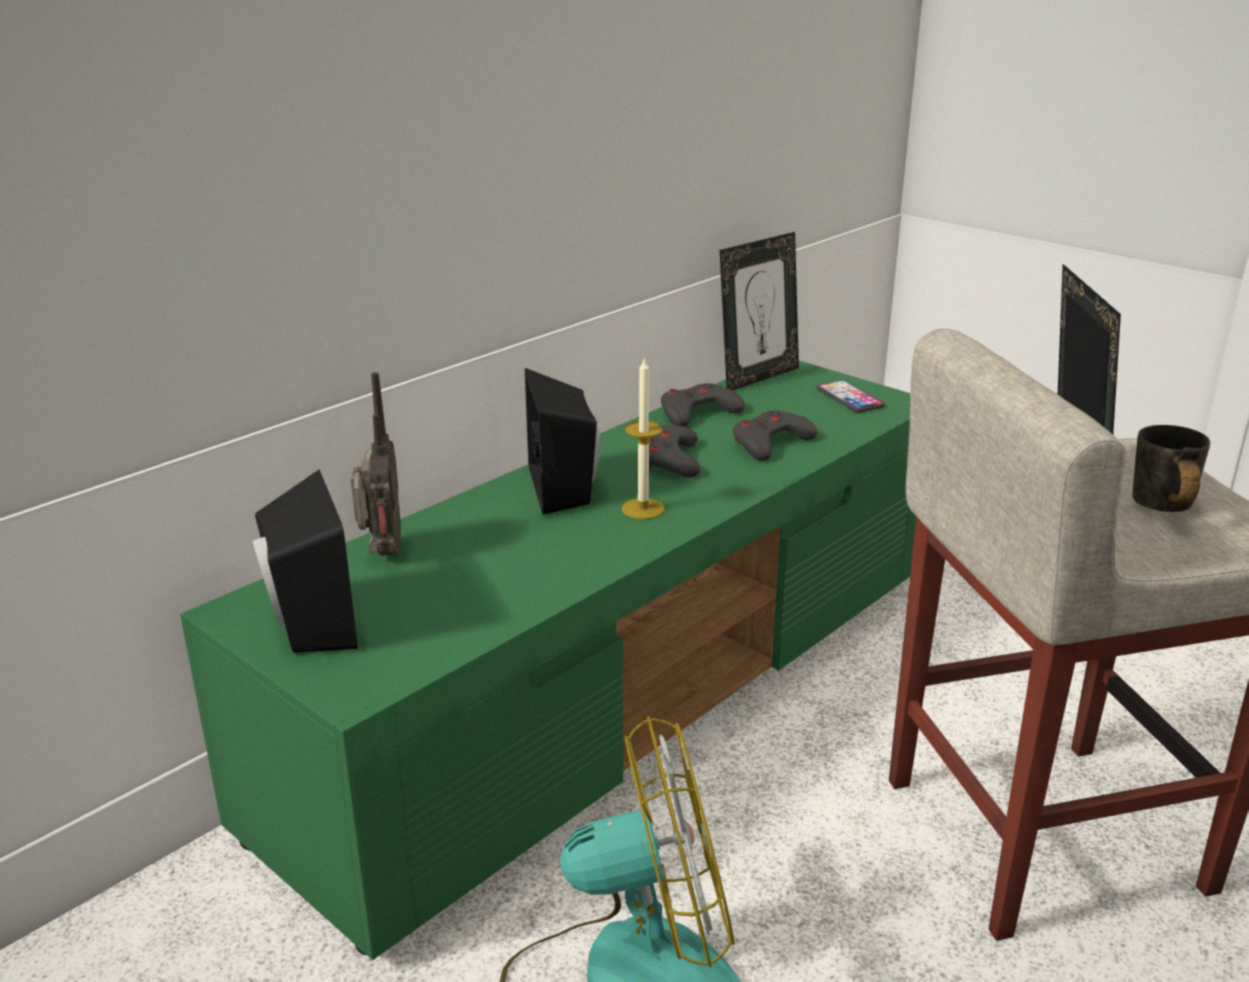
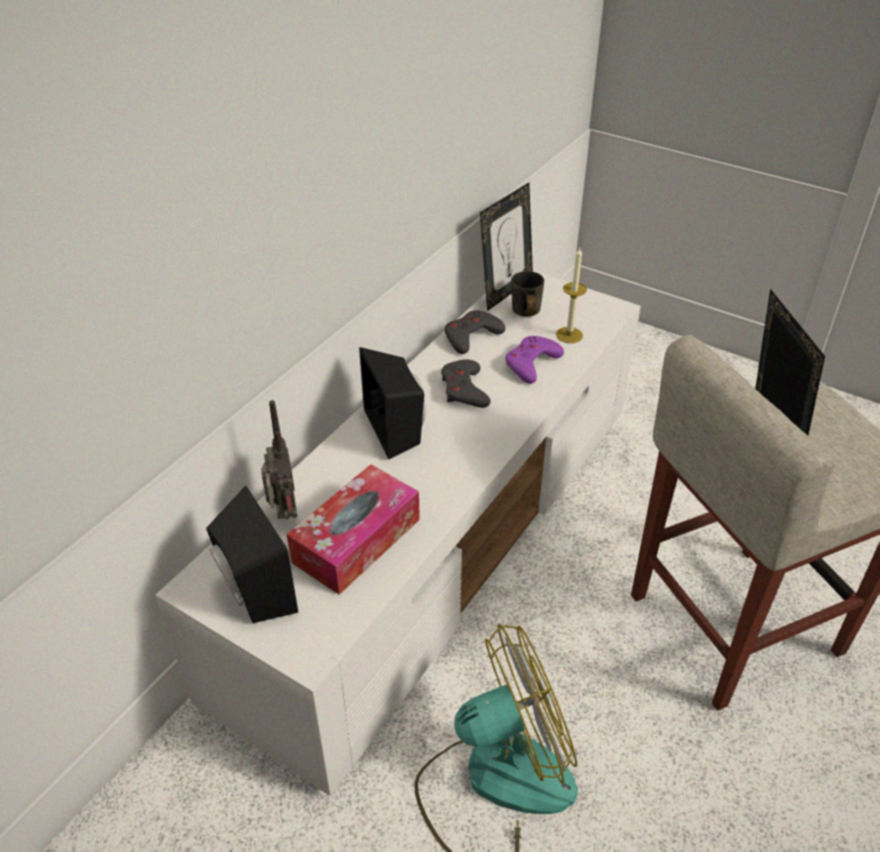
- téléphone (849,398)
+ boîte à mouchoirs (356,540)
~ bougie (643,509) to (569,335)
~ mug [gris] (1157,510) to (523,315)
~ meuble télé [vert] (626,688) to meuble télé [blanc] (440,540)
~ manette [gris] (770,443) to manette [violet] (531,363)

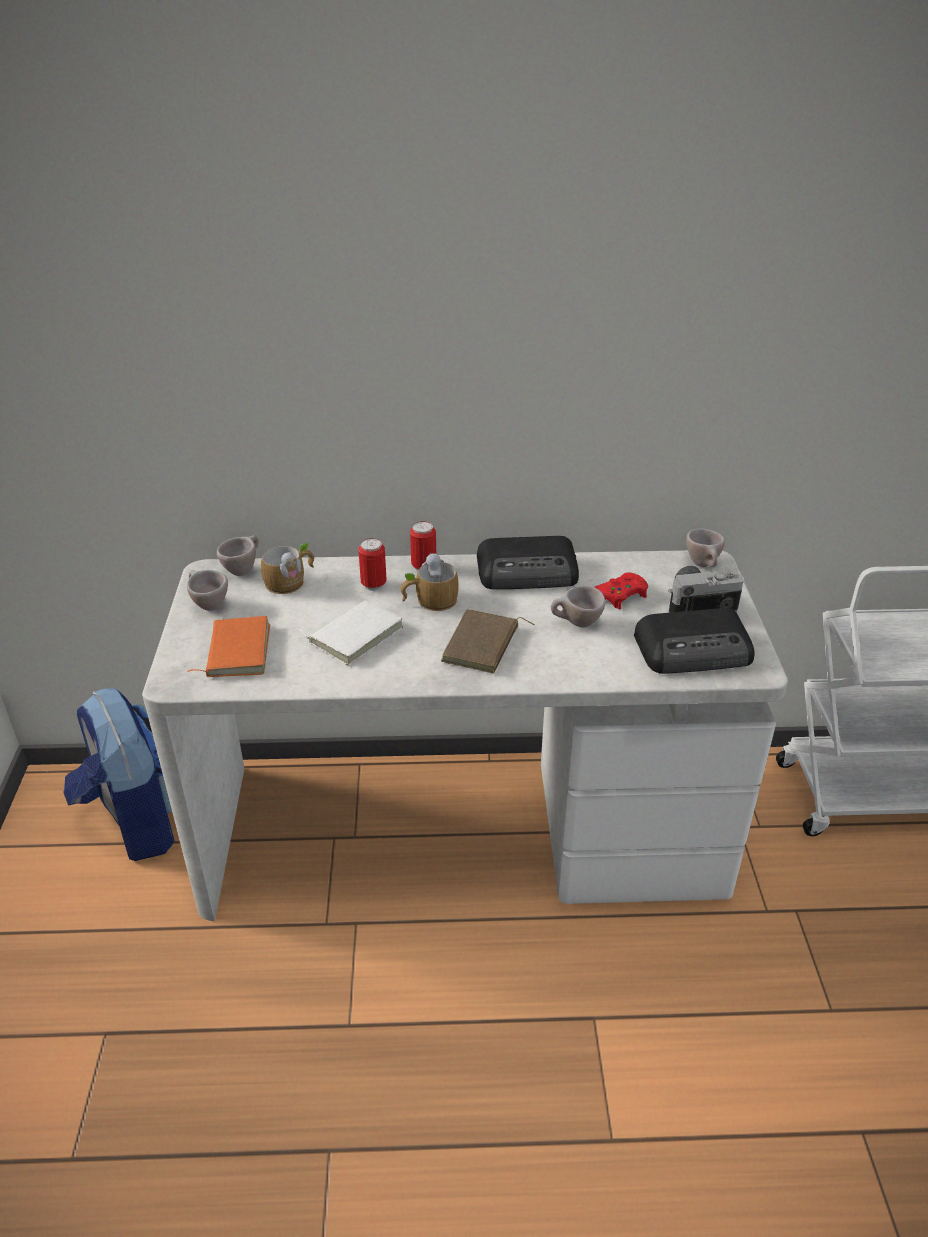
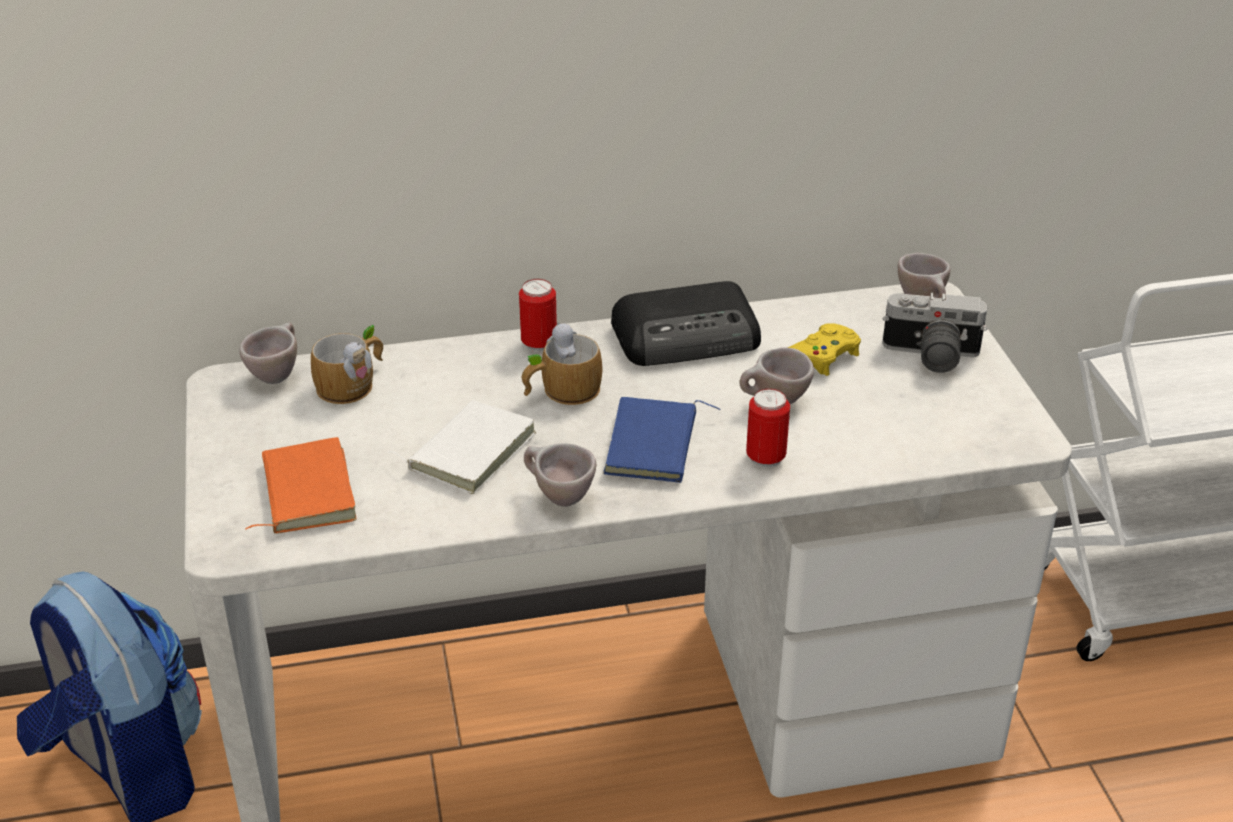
- radio (695,650)
~ tasse [beige] (207,604) to (557,497)
~ boîte métallique (373,585) to (765,458)
~ livre [marron] (483,646) to livre [bleu] (655,446)
~ manette [rouge] (619,595) to manette [jaune] (820,356)
~ appareil photo (698,603) = (930,357) 150 degrees counterclockwise

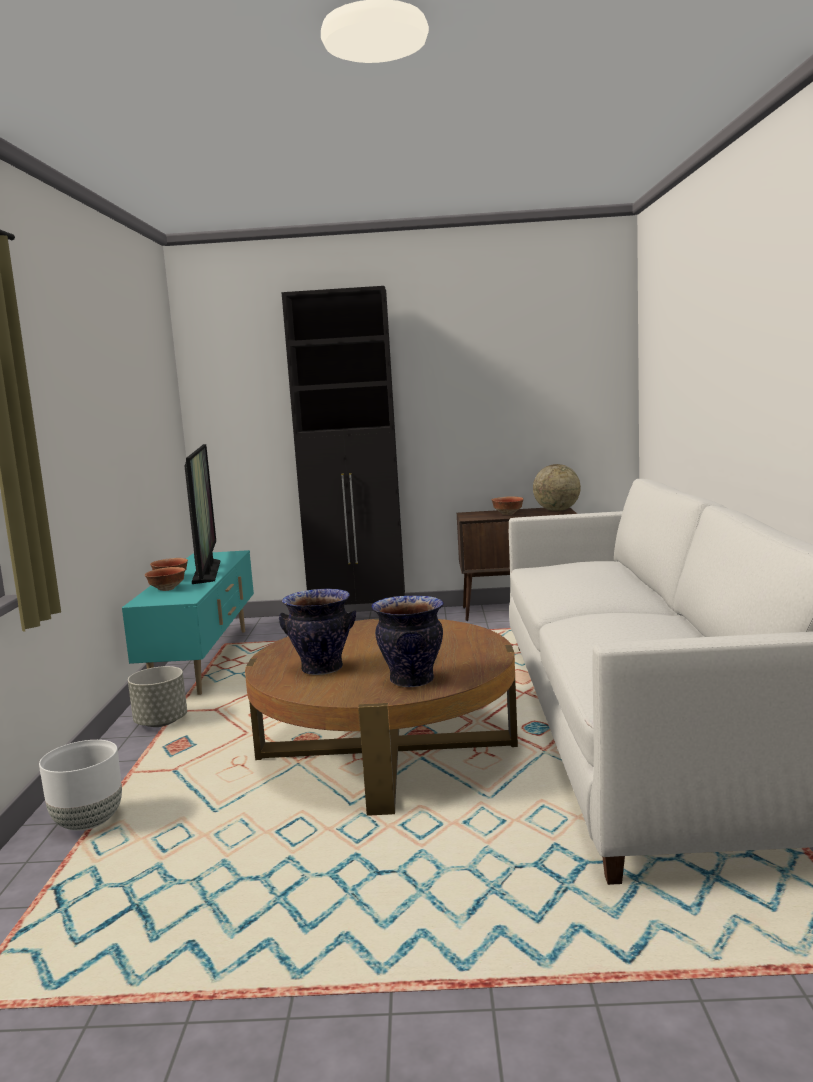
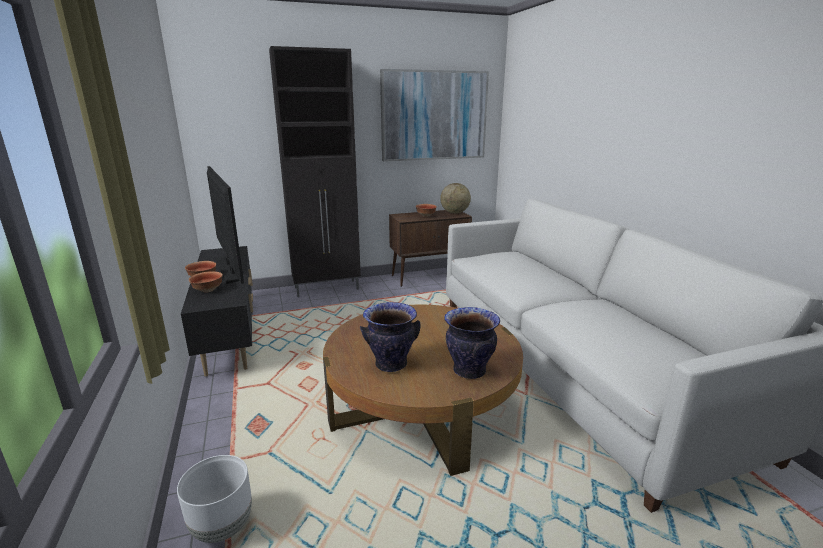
- cache-pot [gris] (160,722)
+ tableau (434,116)
~ meuble télé [turquoise] (204,661) to meuble télé [noir] (230,335)

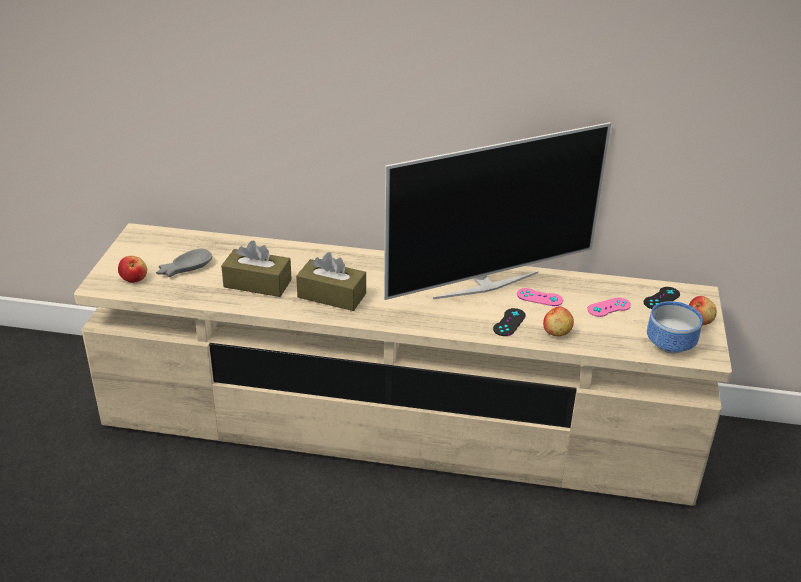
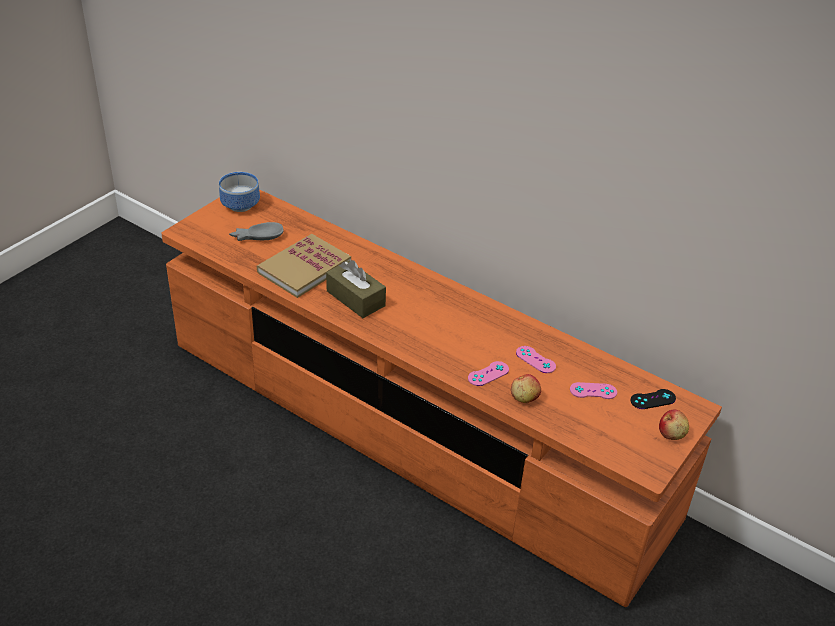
- pomme (134,278)
- téléviseur (485,284)
~ bol (668,345) to (238,205)
~ boîte à mouchoirs [marron] (257,283) to livre (304,268)
~ meuble télé [beige] (397,422) to meuble télé [orange] (411,429)
~ manette [noir] (509,322) to manette [rose] (488,374)

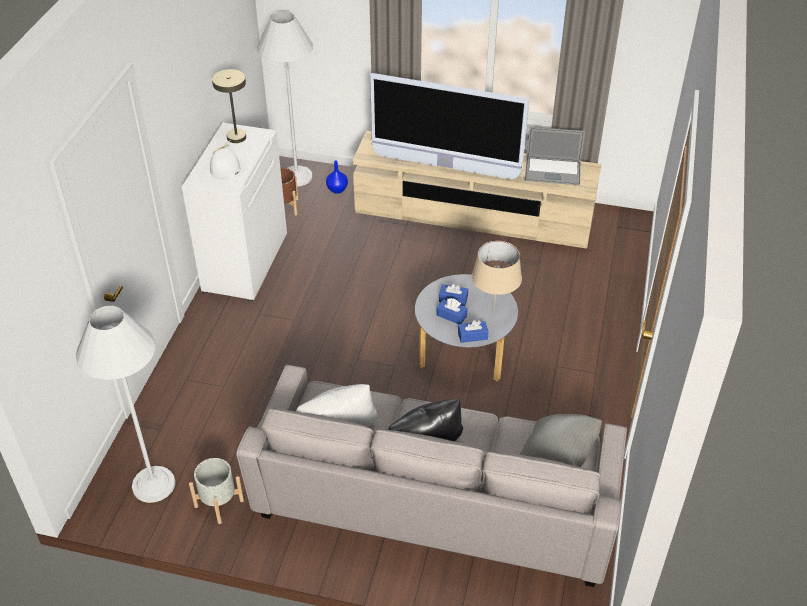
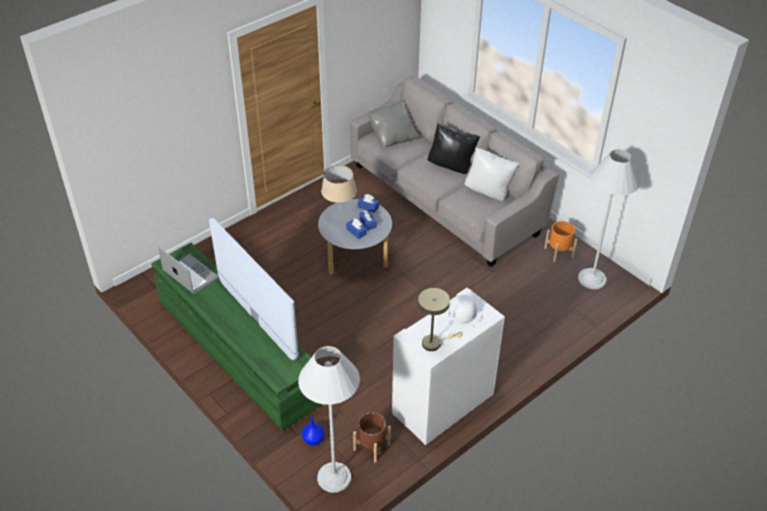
~ cache-pot [gris] (219,503) to cache-pot [orange] (558,252)
~ meuble télé [beige] (473,215) to meuble télé [vert] (237,352)

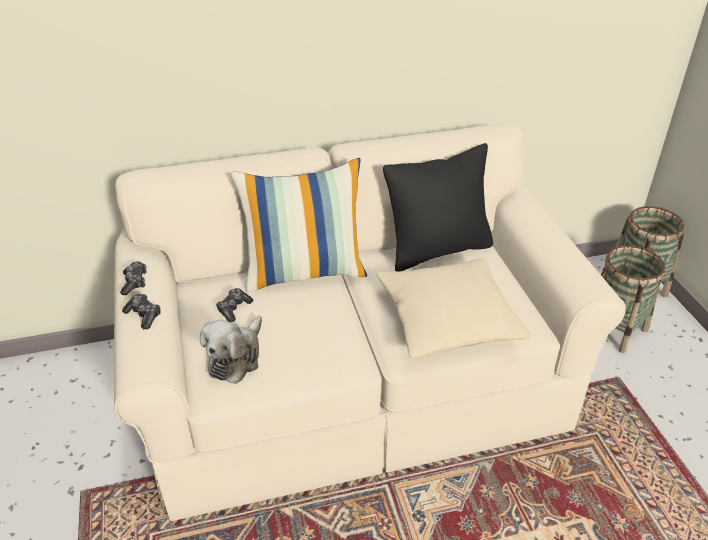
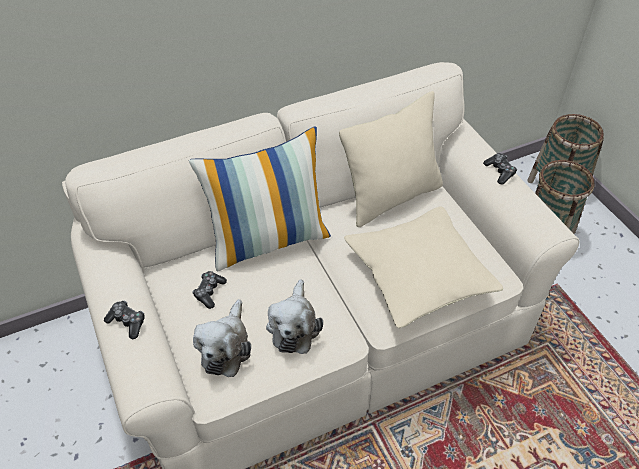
+ peluche (294,326)
~ manette (135,282) to (500,172)
~ coussin [noir] (437,250) to coussin [beige] (391,197)

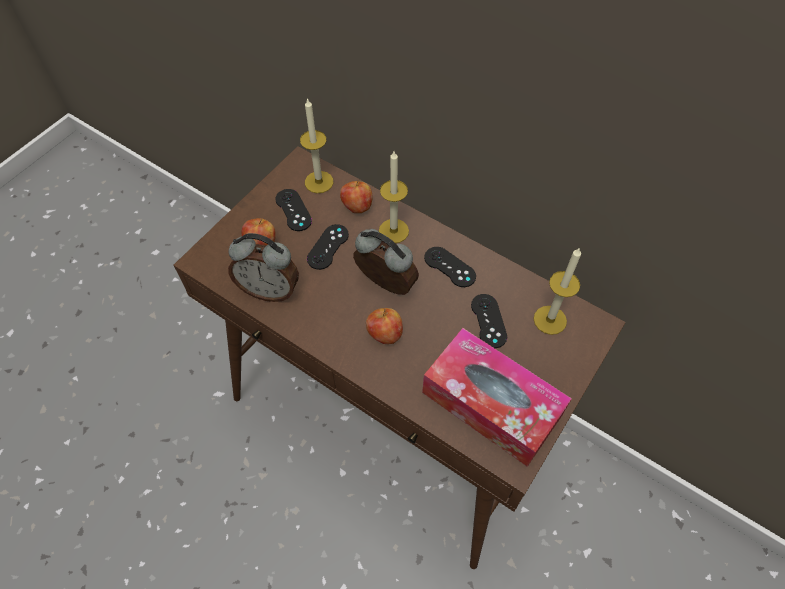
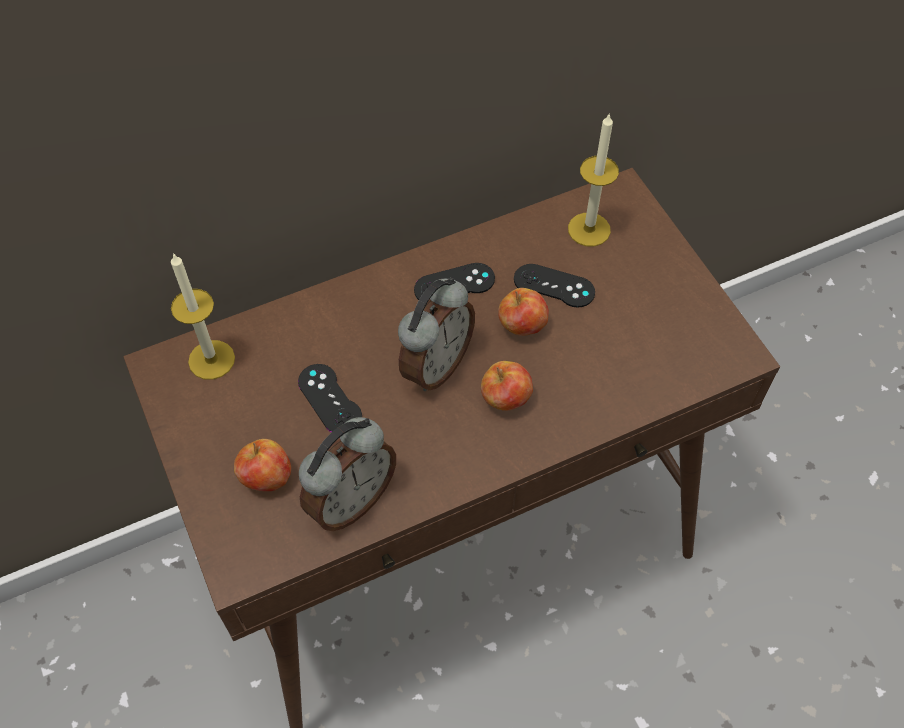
- manette [noir] (293,210)
- bougie (393,231)
- boîte à mouchoirs (491,404)
~ pomme (357,207) to (522,326)
~ réveil (384,286) = (435,365) 150 degrees clockwise

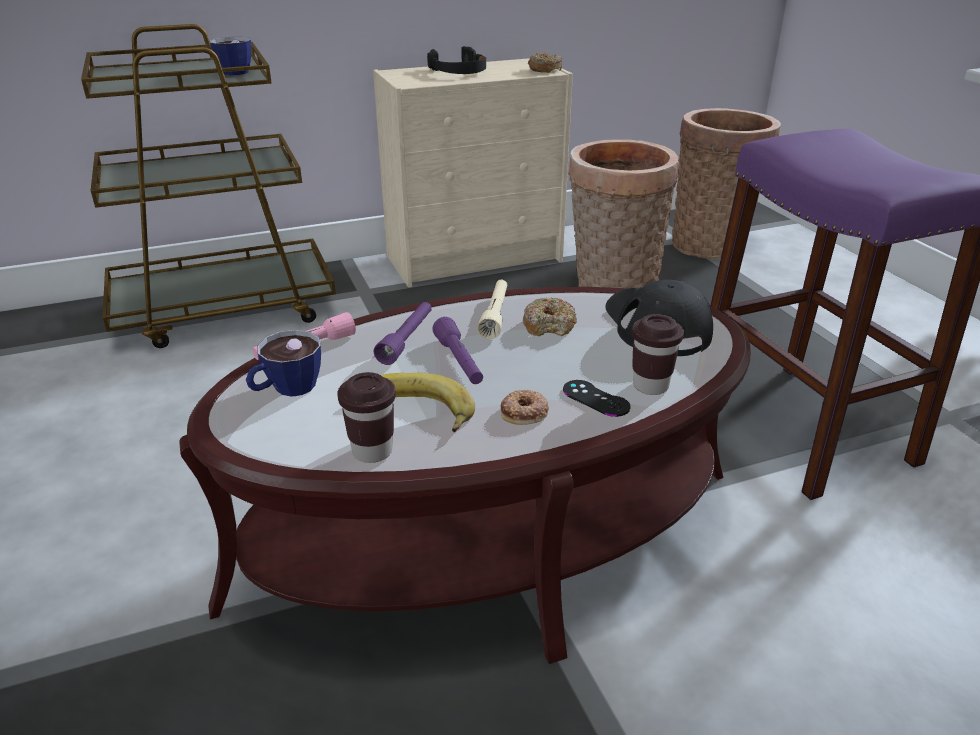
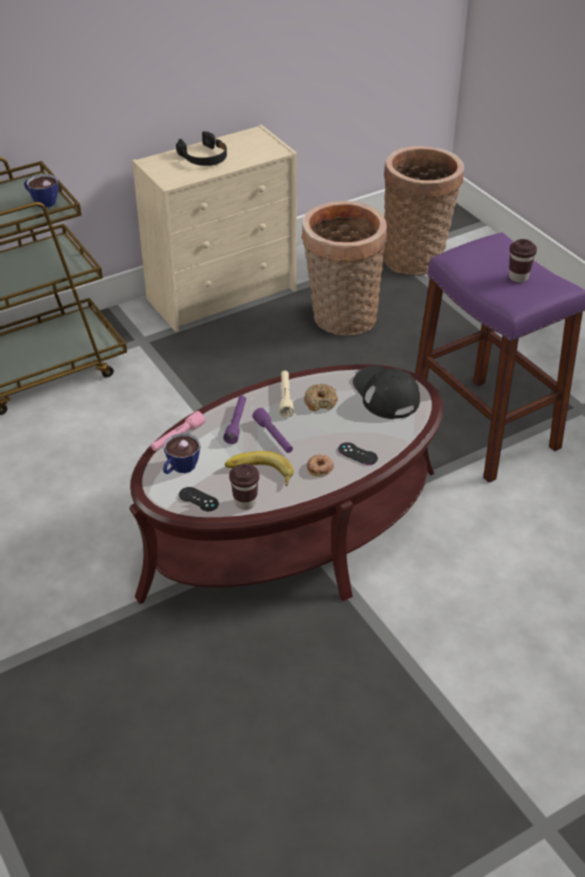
- beignet (544,69)
+ manette [noir] (198,499)
~ tasse [marron] (650,386) to (518,277)

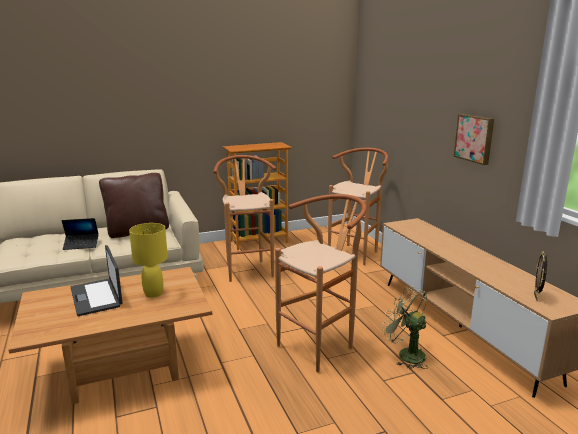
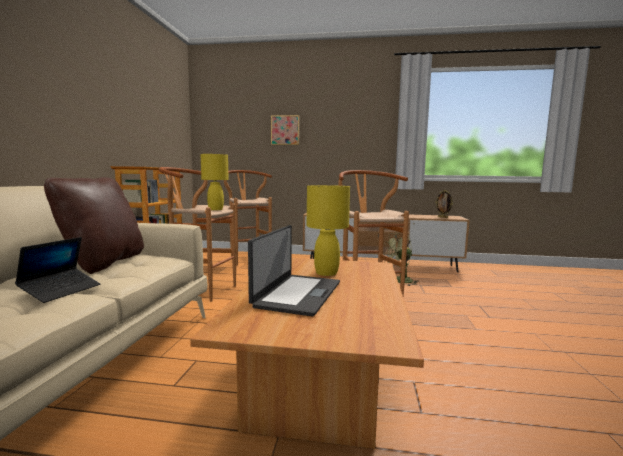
+ lampe de table [jaune] (215,209)
~ tableau (475,138) to (285,130)
~ ordinateur portable (97,297) = (297,294) 75 degrees counterclockwise

